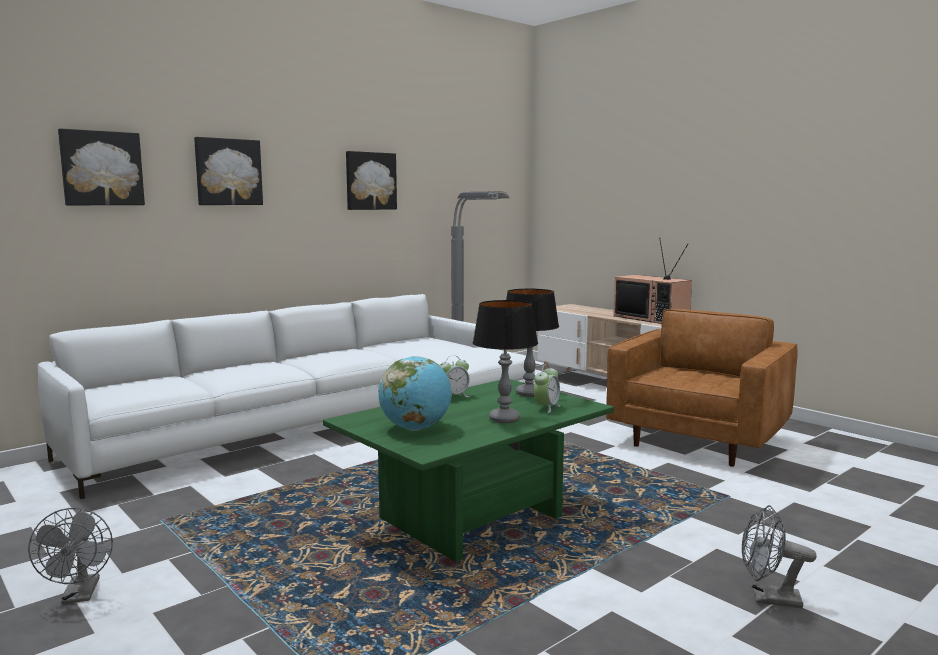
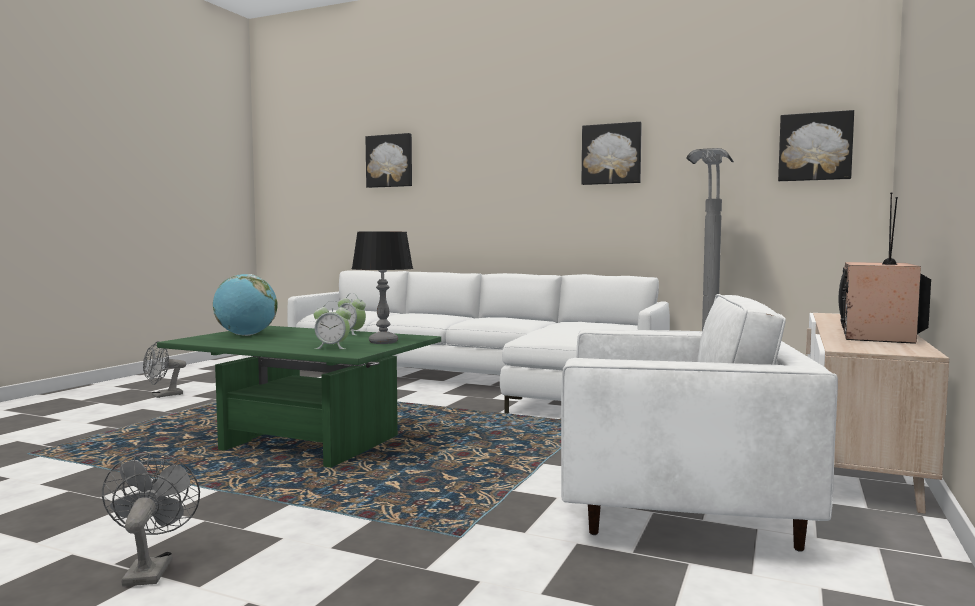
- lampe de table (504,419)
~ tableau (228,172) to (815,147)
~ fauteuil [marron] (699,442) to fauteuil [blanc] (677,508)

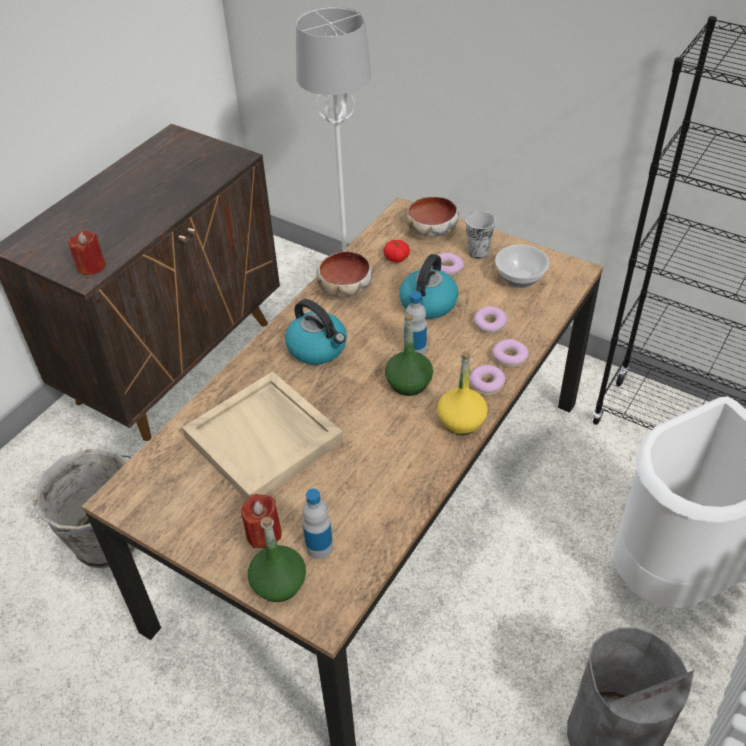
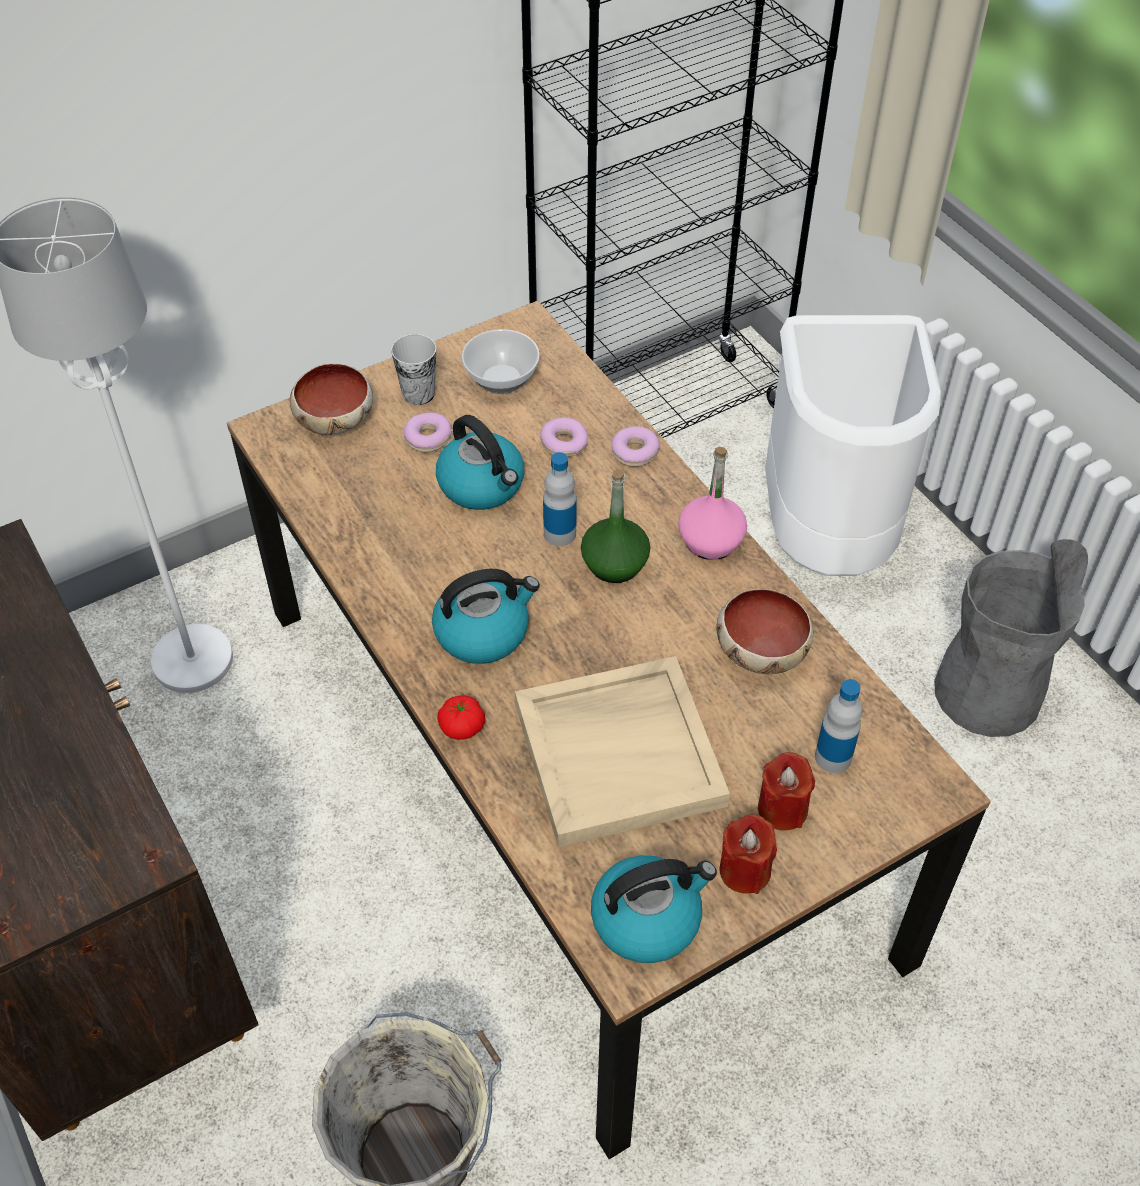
- bouteille [vert] (279,583)
- beignet (487,384)
+ bouilloire (647,919)
~ bougie [rouge] (91,266) to (744,870)
~ bol (345,288) to (759,650)
~ tomate (396,258) to (462,727)
~ bouteille [jaune] (461,421) to bouteille [rose] (710,541)

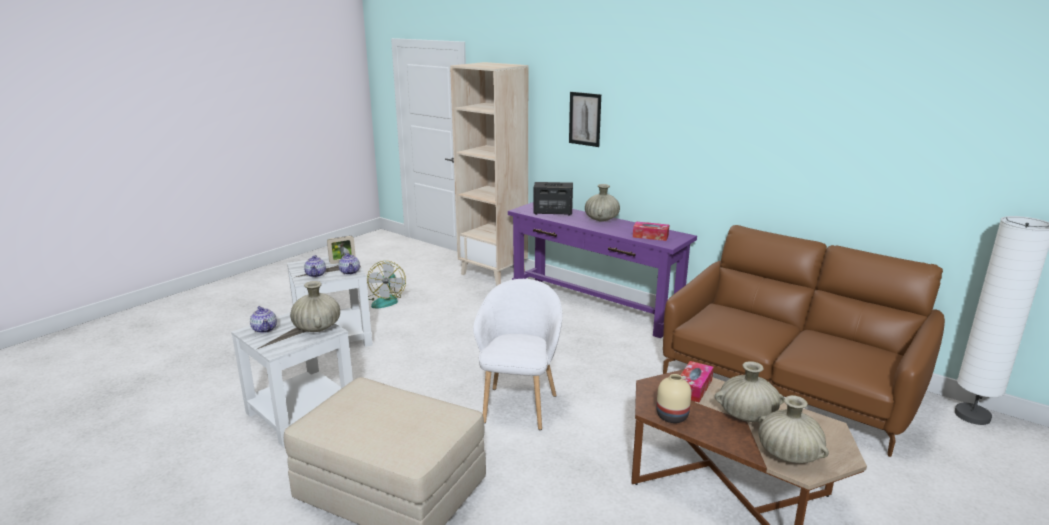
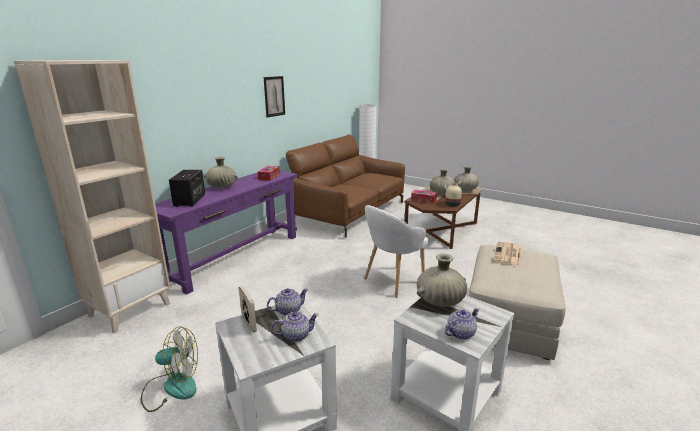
+ journal (507,254)
~ tableau (585,119) to (274,96)
~ fauteuil [blanc] (519,406) = (393,281) 45 degrees counterclockwise

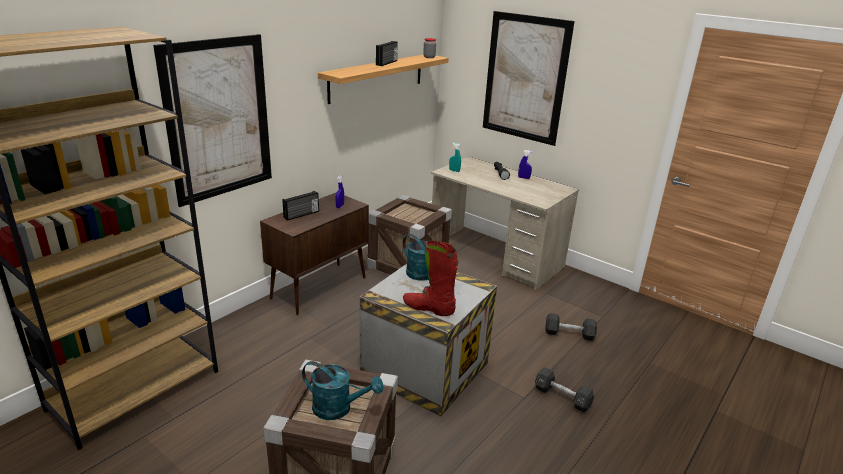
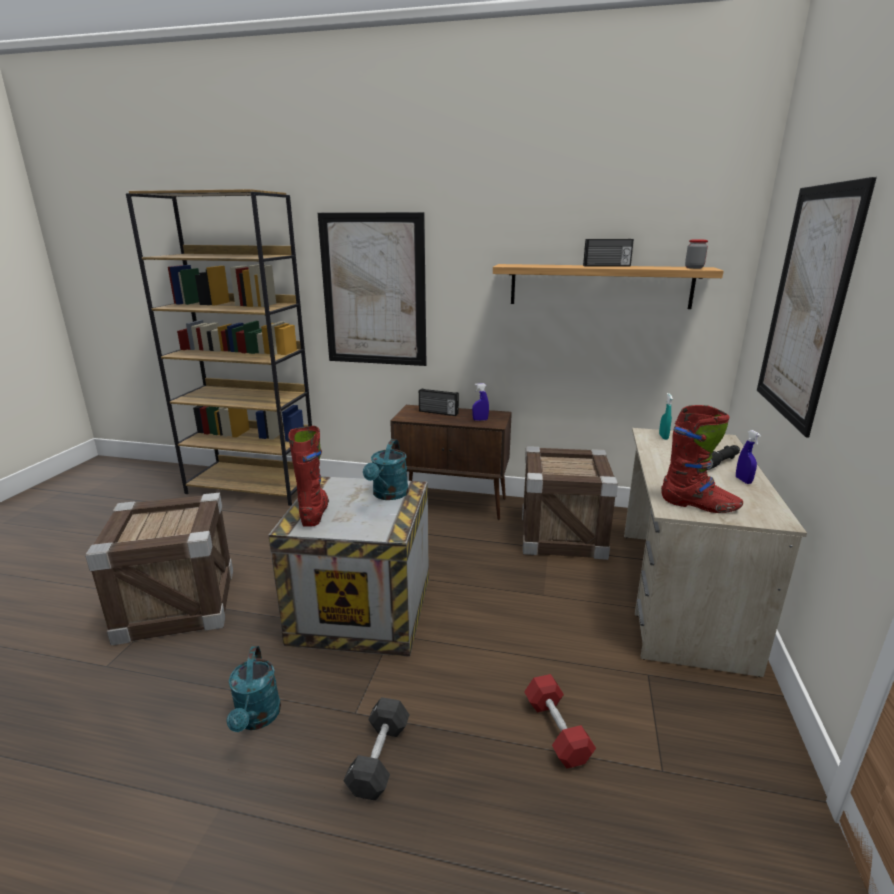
+ botte [rouge] (699,505)
~ arrosoir [turquoise] (339,408) to (257,719)
~ haltère [noir] (569,334) to haltère [rouge] (556,730)

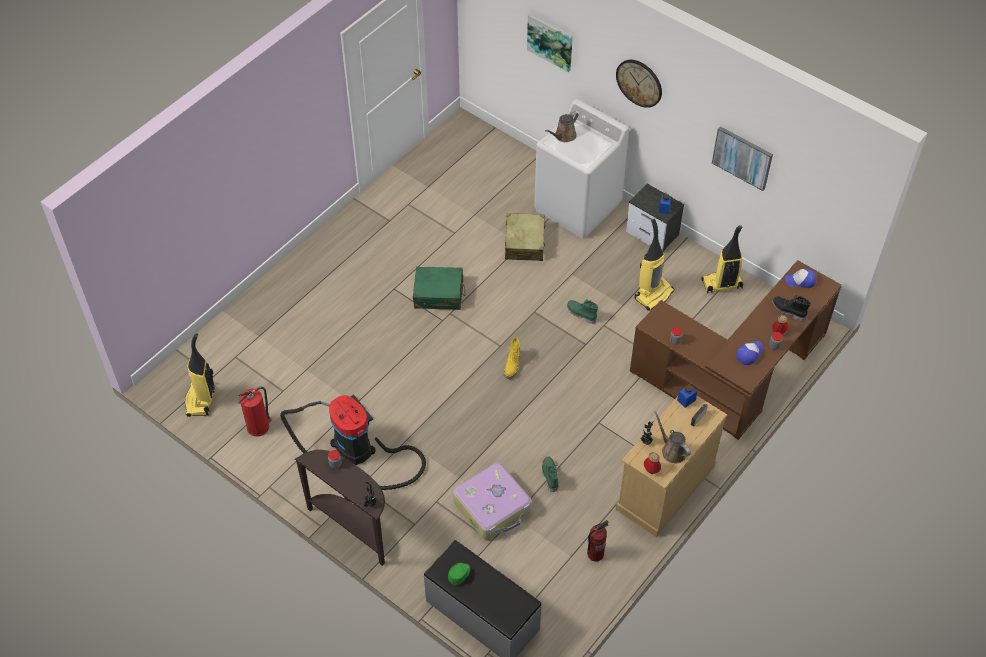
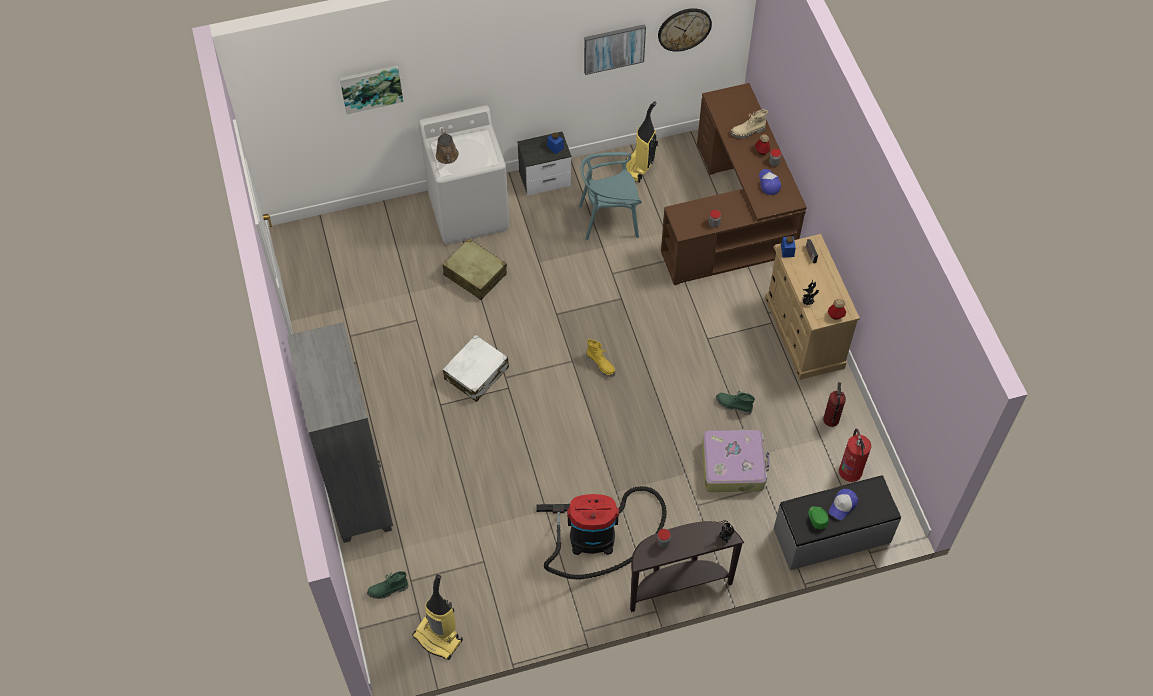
- arrosoir [marron] (672,450)
+ bibliothèque [gris] (358,492)
~ extincteur (258,426) to (850,470)
~ botte [vert] (581,314) to (388,590)
~ horloge murale (639,83) to (684,29)
~ casquette (800,281) to (843,505)
~ aspirateur (653,294) to chaise [turquoise] (609,219)
~ valise [vert] (439,294) to valise [blanc] (476,373)
~ botte [noir] (788,311) to botte [beige] (747,132)

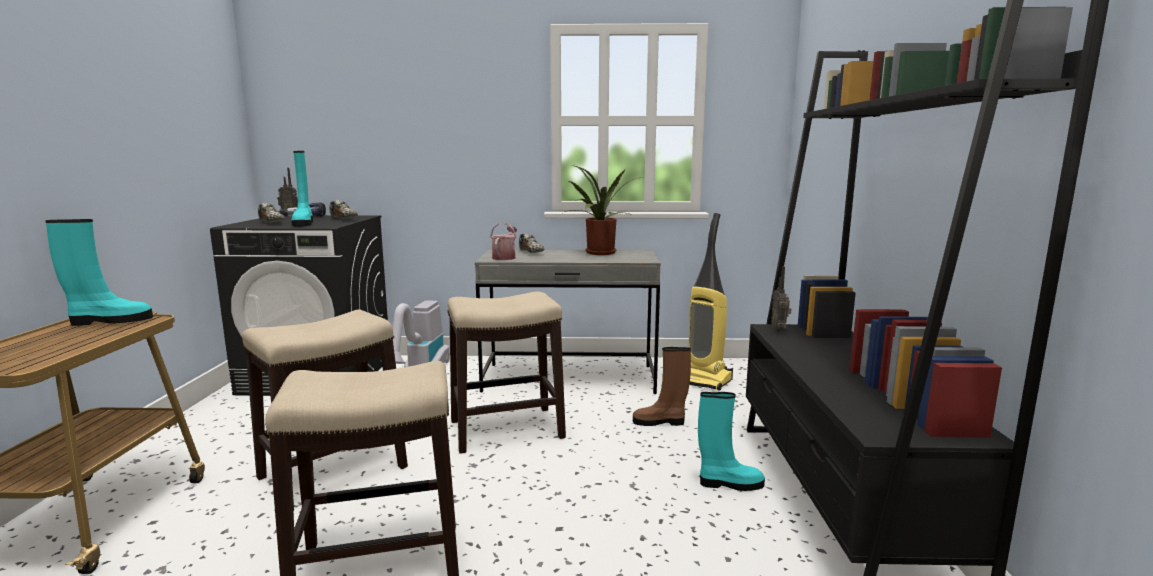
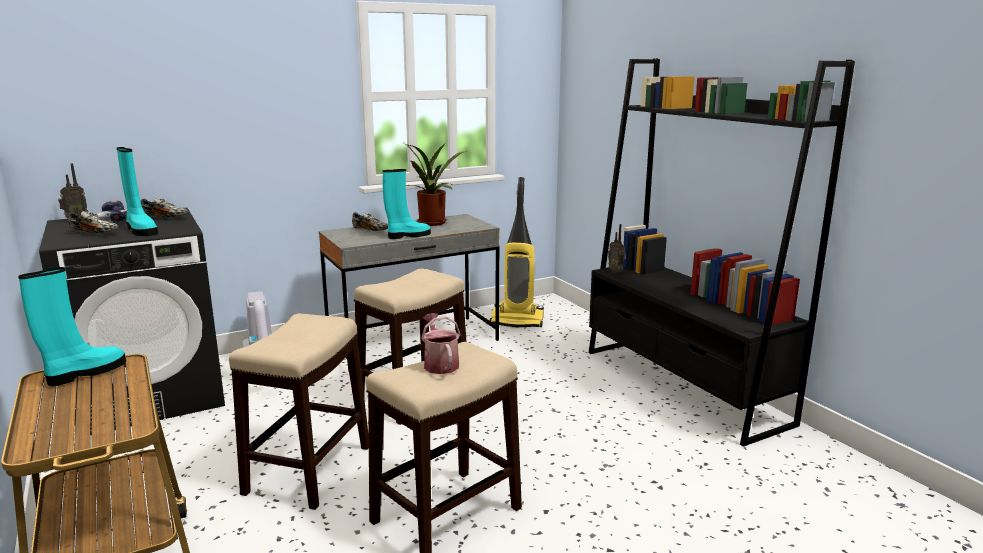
- botte [marron] (660,422)
~ arrosoir (505,257) to (440,363)
~ botte [turquoise] (729,483) to (408,236)

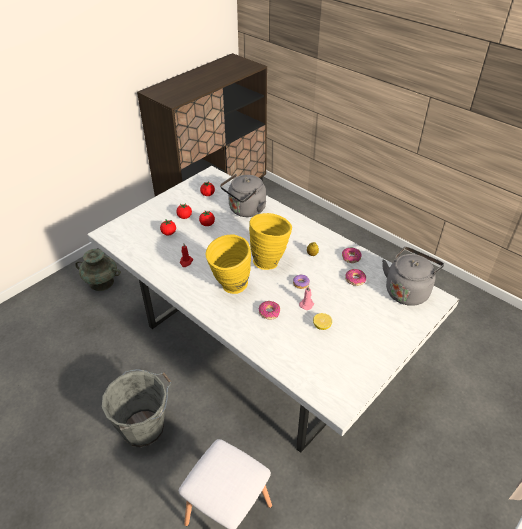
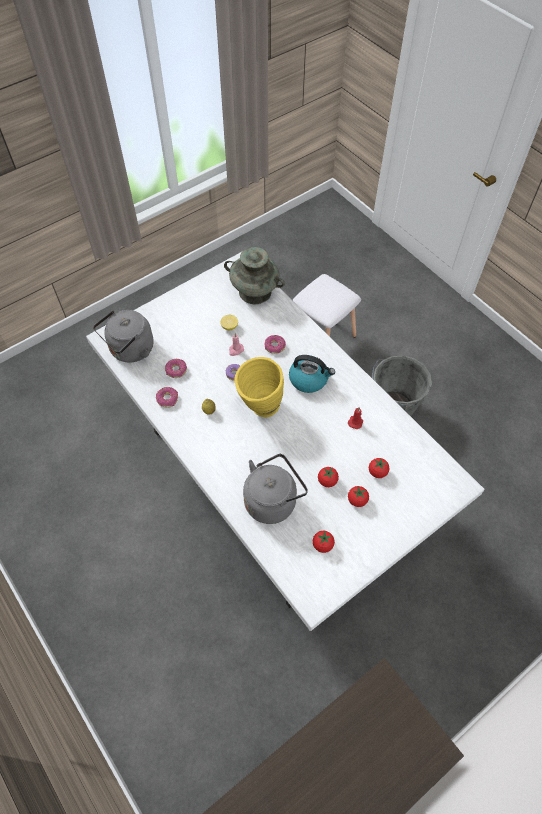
~ vase [turquoise] (102,282) to (254,292)
~ vase [jaune] (230,288) to bouilloire (309,379)

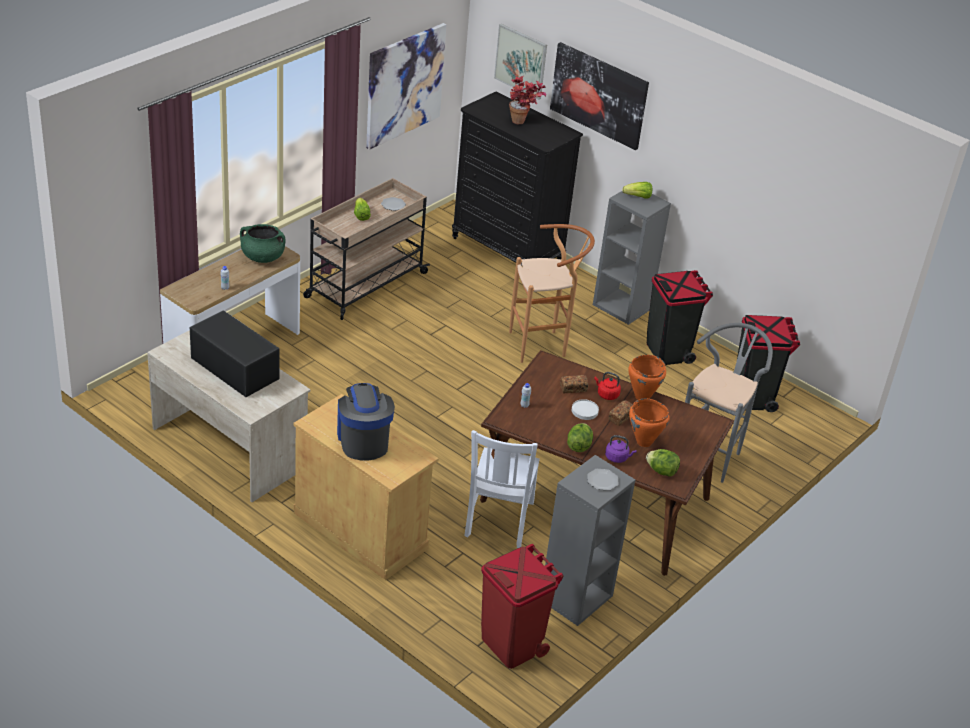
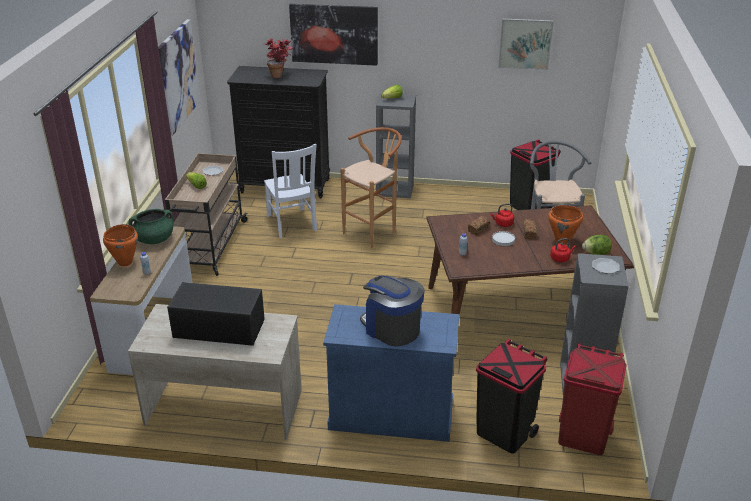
- laitue (579,446)
~ chaise [blanc] (498,521) to (292,224)
~ tableau (521,61) to (525,44)
~ marmite [orange] (641,396) to (125,263)
~ poubelle [noir] (668,351) to (504,432)
~ meuble de rangement [beige] (361,530) to meuble de rangement [bleu] (391,415)
~ bouilloire [violet] (617,458) to bouilloire [rouge] (560,258)

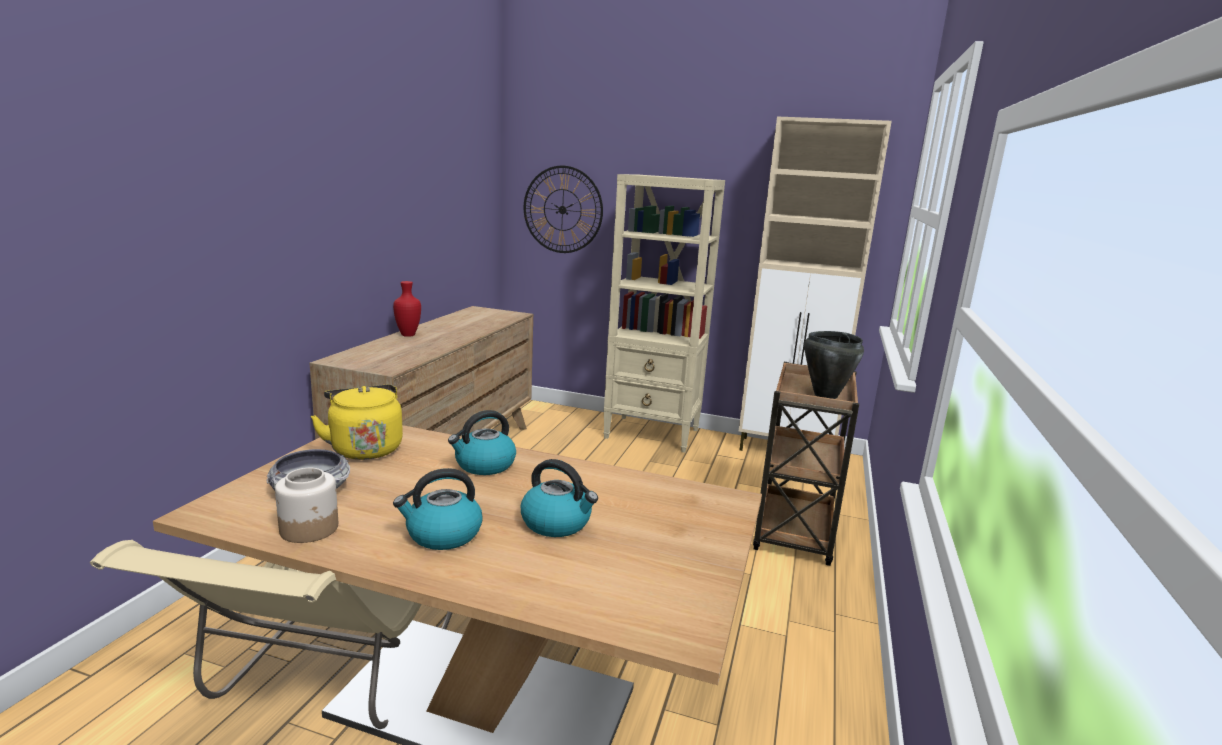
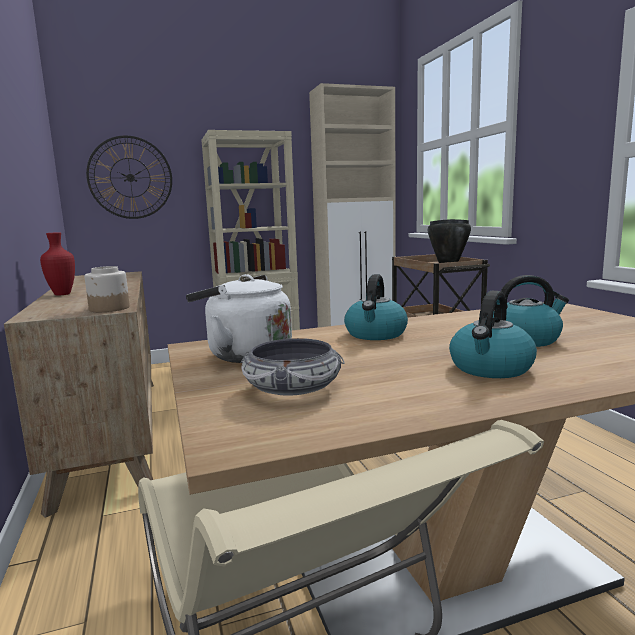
~ bocal (310,529) to (110,308)
~ bouilloire [jaune] (365,448) to bouilloire [blanc] (244,355)

